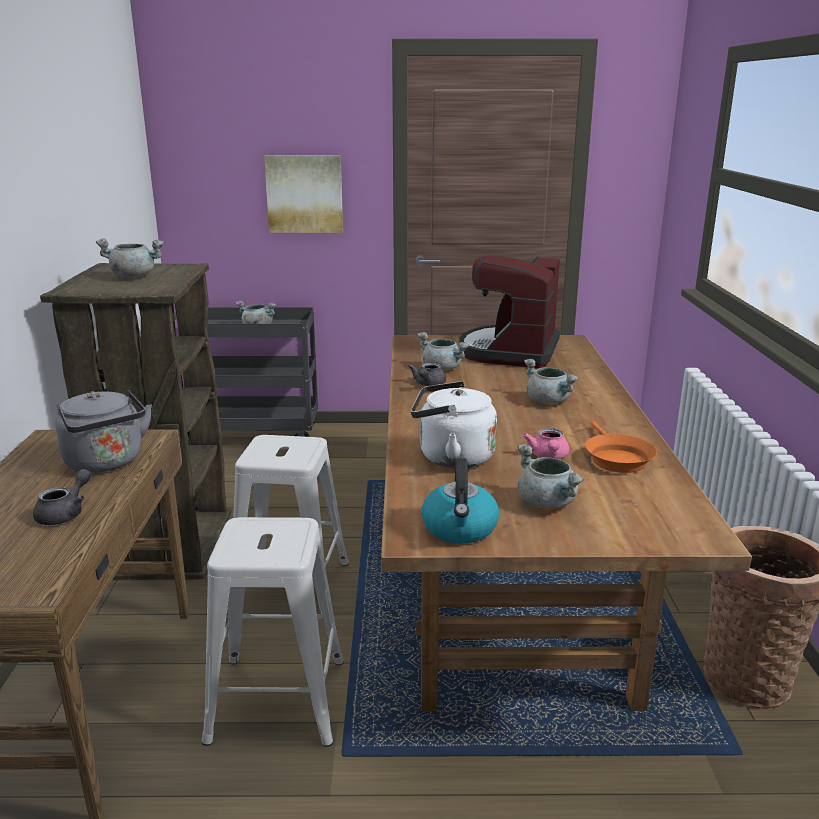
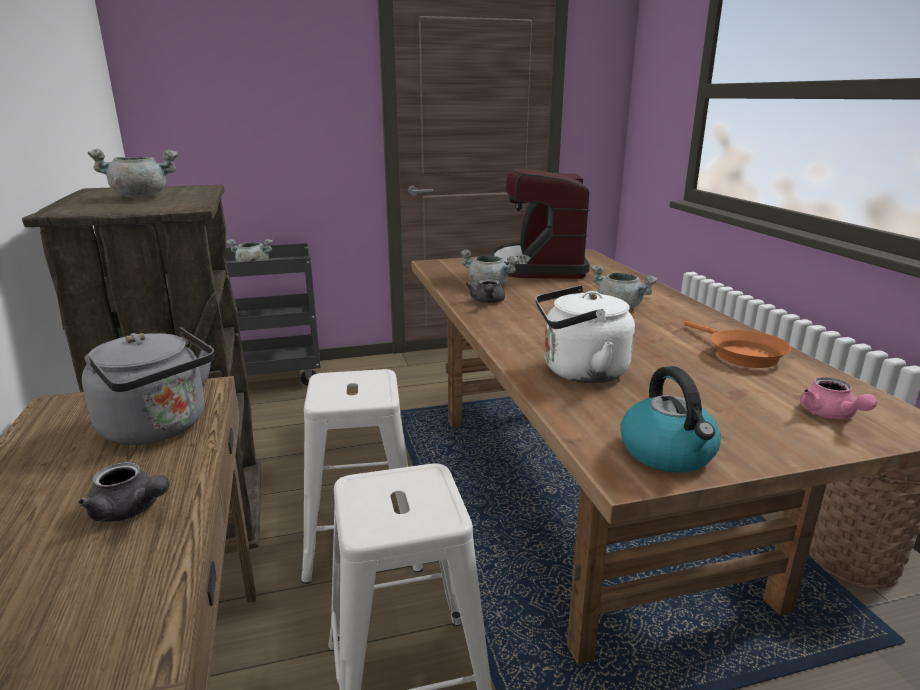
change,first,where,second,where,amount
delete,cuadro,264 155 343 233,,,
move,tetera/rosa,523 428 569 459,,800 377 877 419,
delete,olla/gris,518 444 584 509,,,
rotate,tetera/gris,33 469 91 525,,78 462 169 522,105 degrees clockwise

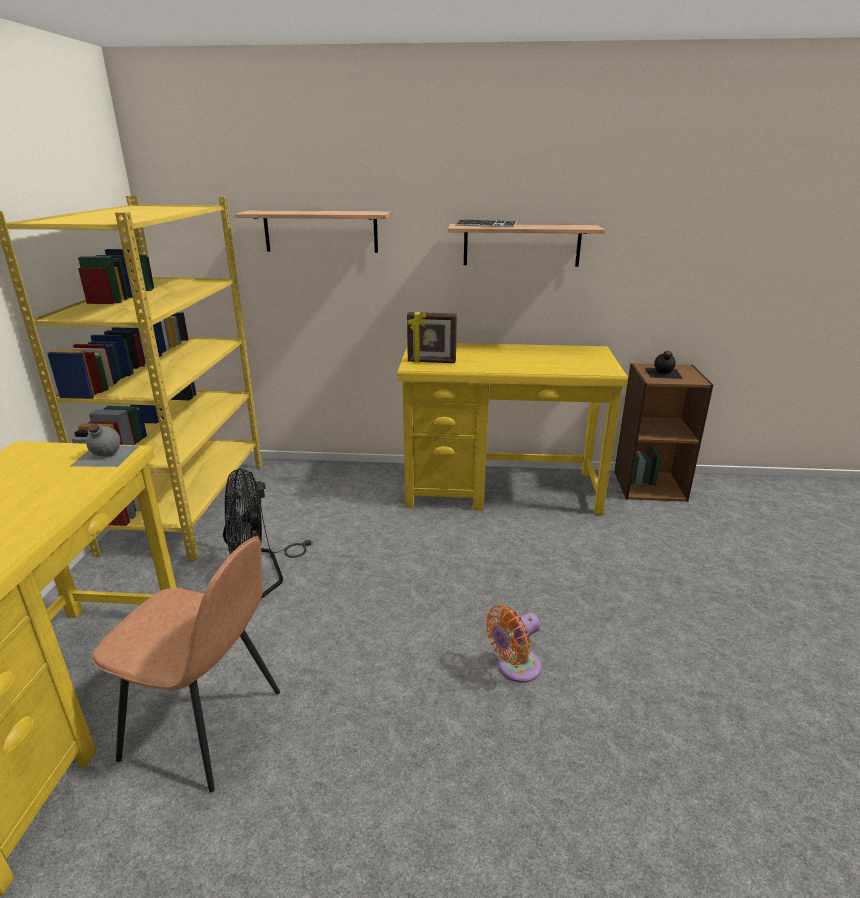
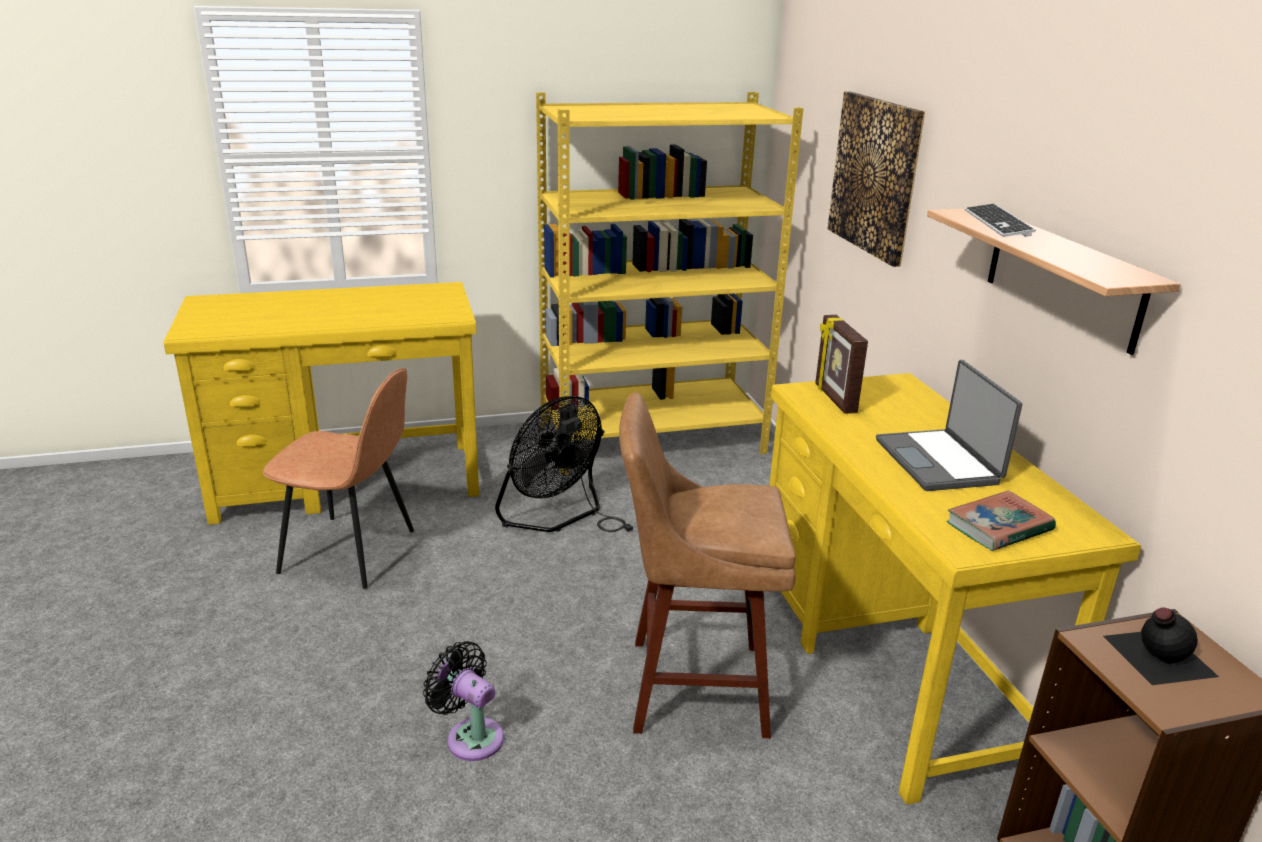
change,first,where,second,where,amount
replace,estante,235 211 391 253,cuadro,828 91 925 267,
delete,botella/gris,70 424 139 467,,,
rotate,silla/marrón,92 536 280 792,,263 368 414 589,75 degrees counterclockwise
recolor,ventilador/naranja,485 605 541 683,ventilador/negro,423 641 504 761,
insert,,,portátil,876 360 1022 491,
insert,,,taburete/marrón,619 393 796 738,
insert,,,libro,946 491 1056 551,

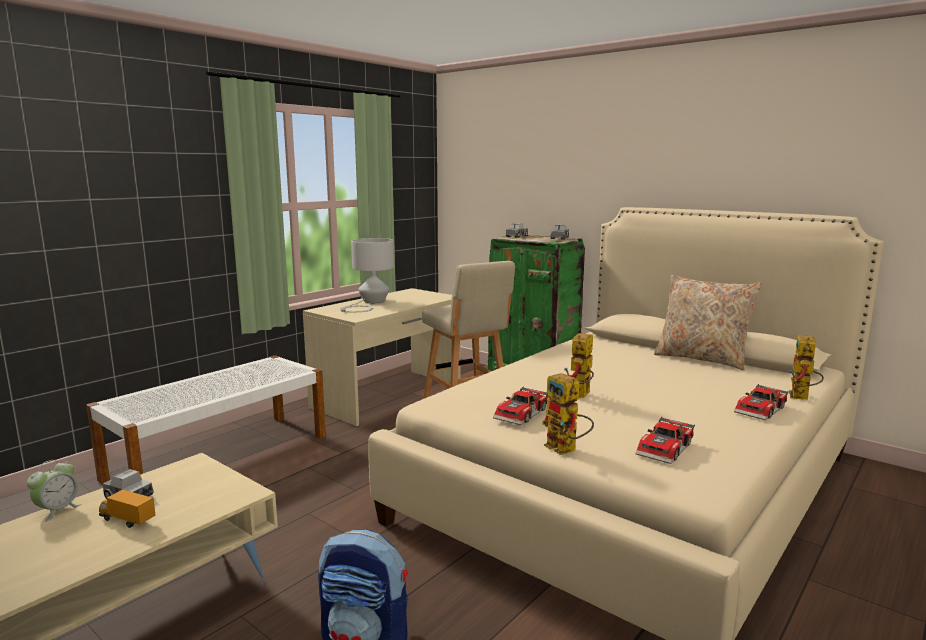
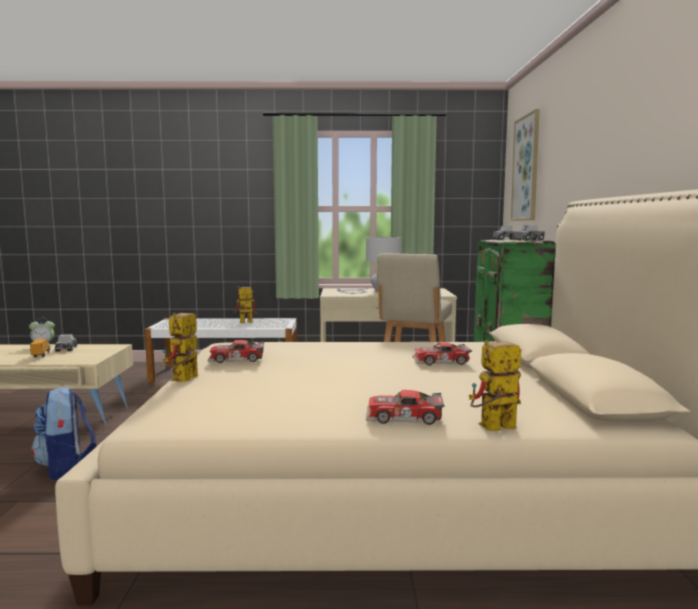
change,first,where,second,where,amount
delete,cojín/beis,654 275 762 370,,,
move,robot de juguete,564 333 594 398,,232 286 257 323,
move,coche de juguete,635 417 695 464,,412 342 472 365,
insert,,,cuadro,511 109 540 221,

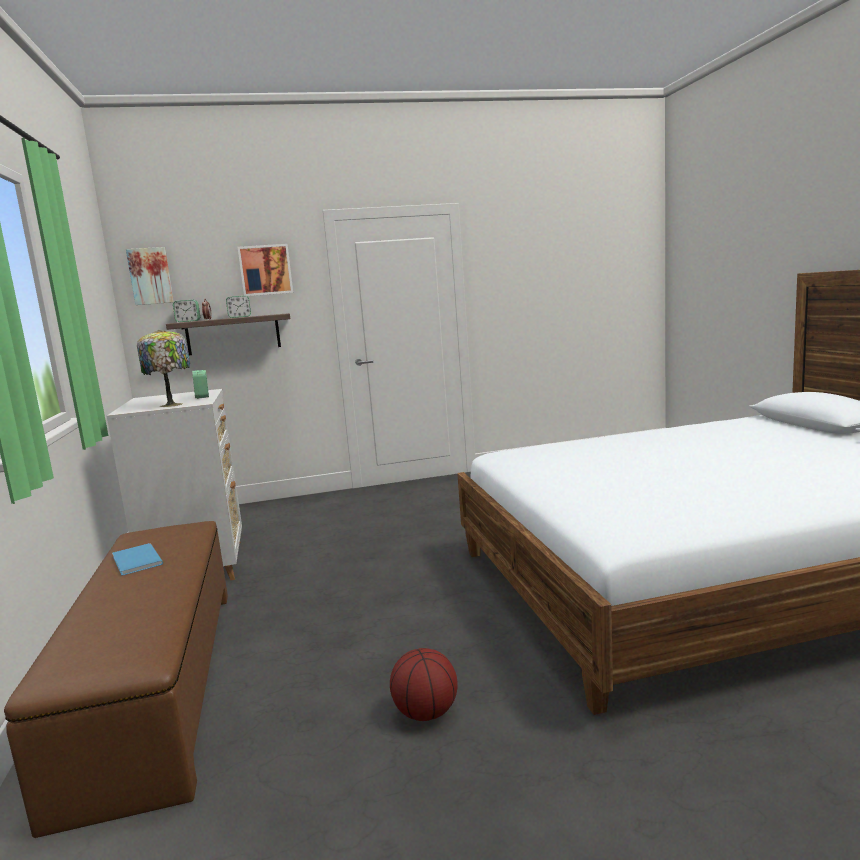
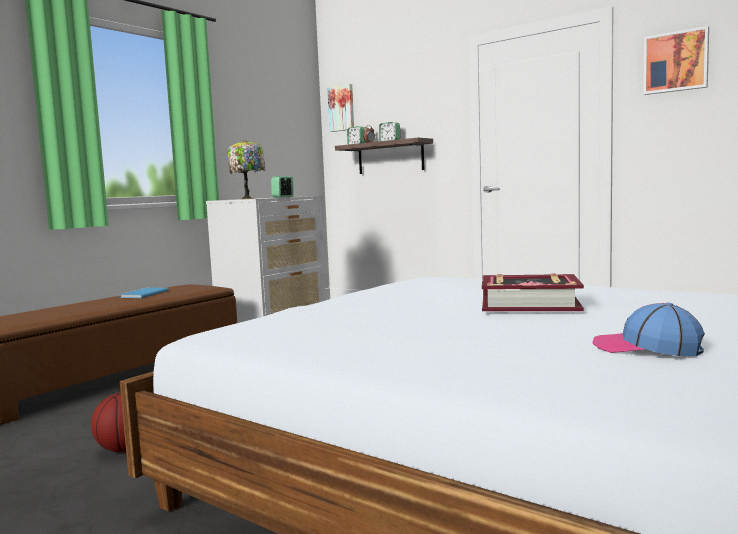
change,first,where,second,where,amount
move,cuadro,238 244 293 296,,643 26 709 95,
insert,,,libro,482 273 584 311,
insert,,,gorra,592 303 705 356,

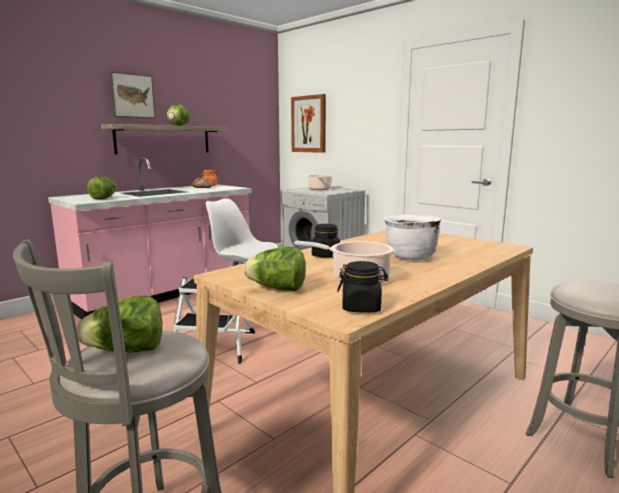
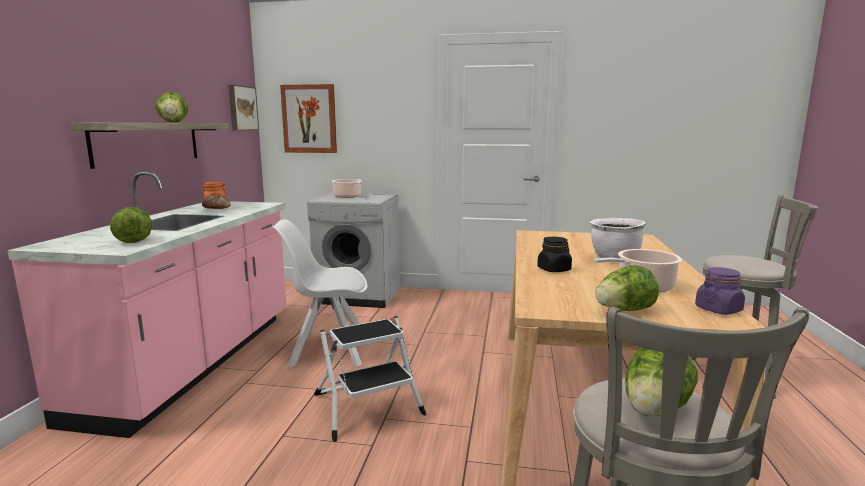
change,first,where,second,where,amount
move,cuadro,109 72 155 118,,228 85 259 131,
recolor,tarro/negro,337 261 388 313,tarro/morado,695 267 745 315,

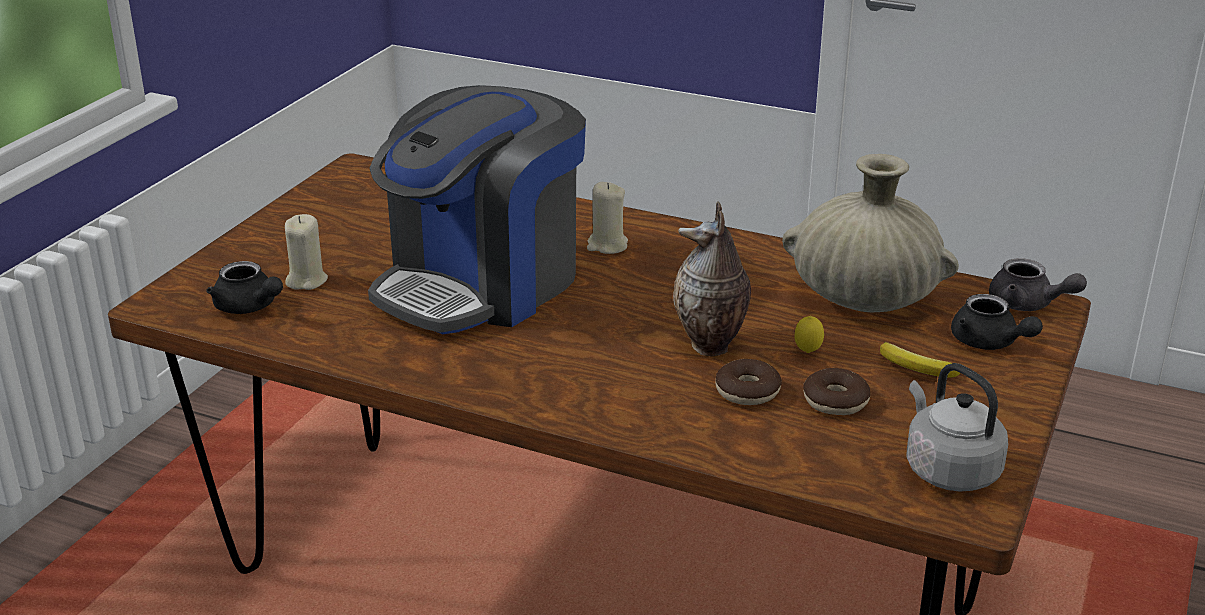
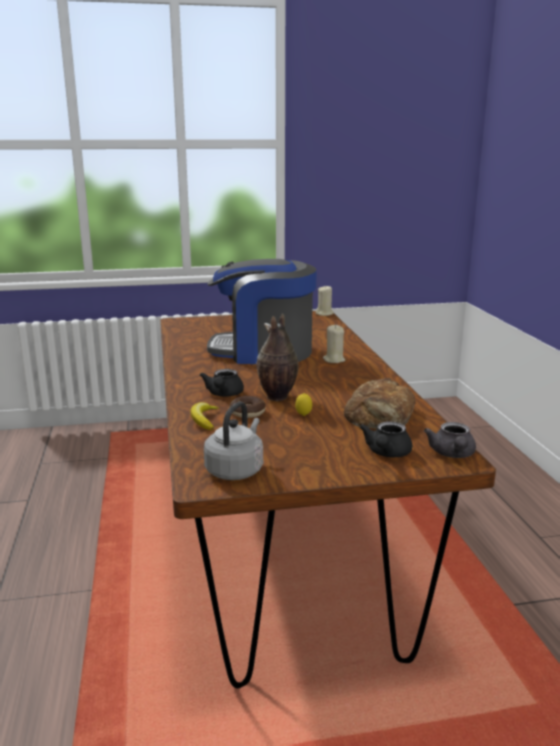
change,first,where,second,where,amount
replace,florero/beis,782 154 959 312,pan,344 378 416 429,
move,vela/beis,285 214 328 290,,316 285 334 316,
move,tetera/negro,206 261 283 314,,200 369 244 397,
move,plátano,880 342 960 378,,191 402 219 430,
delete,rosquilla,803 368 870 415,,,

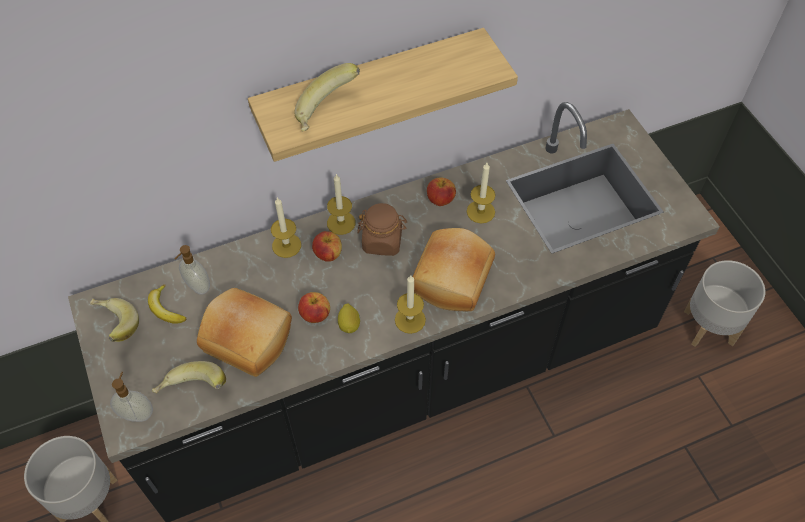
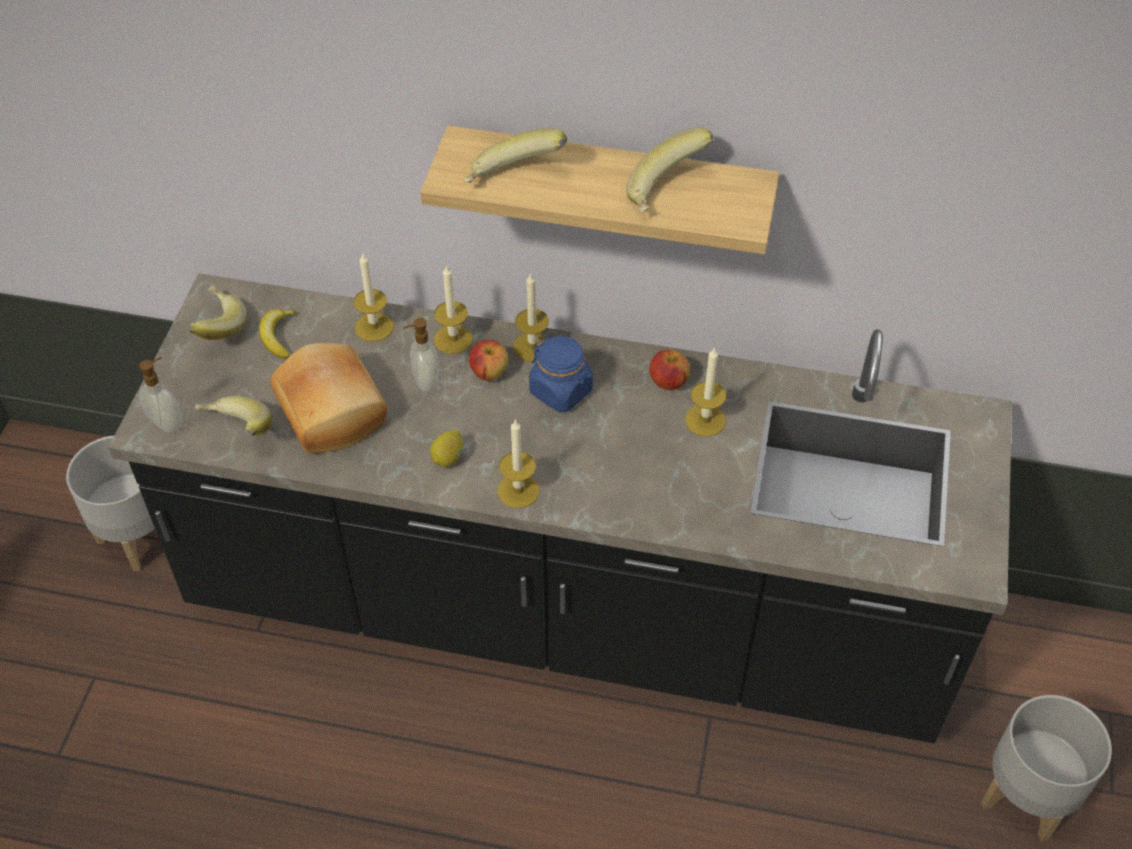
change,first,where,second,where,amount
recolor,tarro/marrón,357 203 408 256,tarro/azul,529 336 593 412,
delete,pan,413 228 495 311,,,
move,dispensador de jabón,175 245 210 295,,403 318 439 393,
delete,manzana,298 292 330 323,,,
insert,,,plátano,626 128 714 213,
insert,,,vela,353 252 394 342,

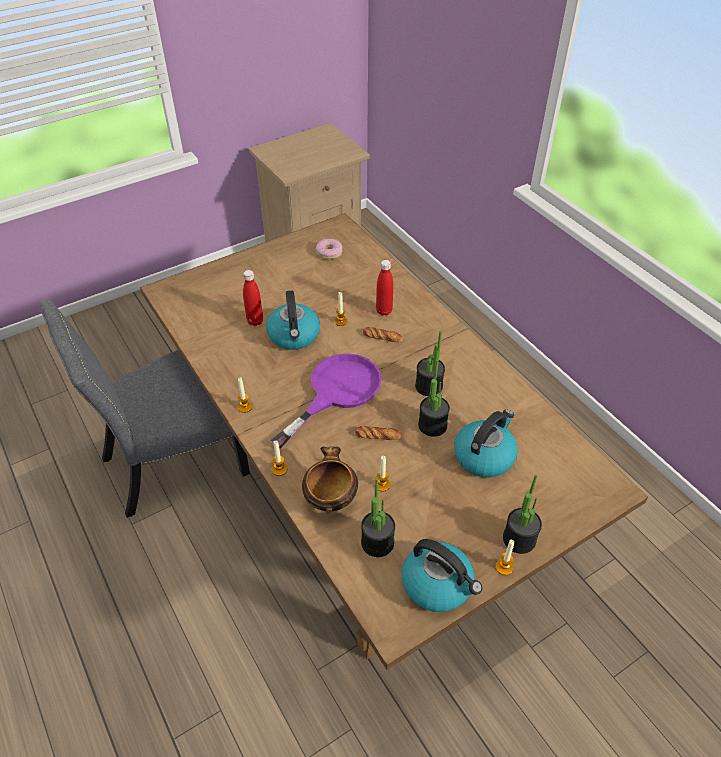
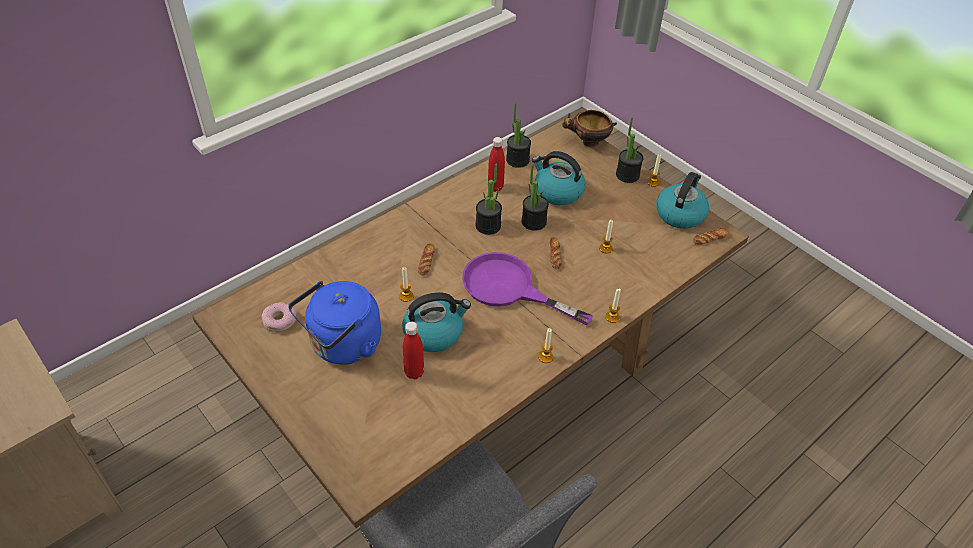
change,first,where,second,where,amount
move,botella/rojo,376 260 393 316,,488 137 505 192,
move,cuenco,302 447 358 514,,562 110 617 147,
move,planta en maceta,361 478 395 557,,506 103 531 168,
insert,,,pan,693 228 730 245,
insert,,,hervidor/azul,288 281 381 365,

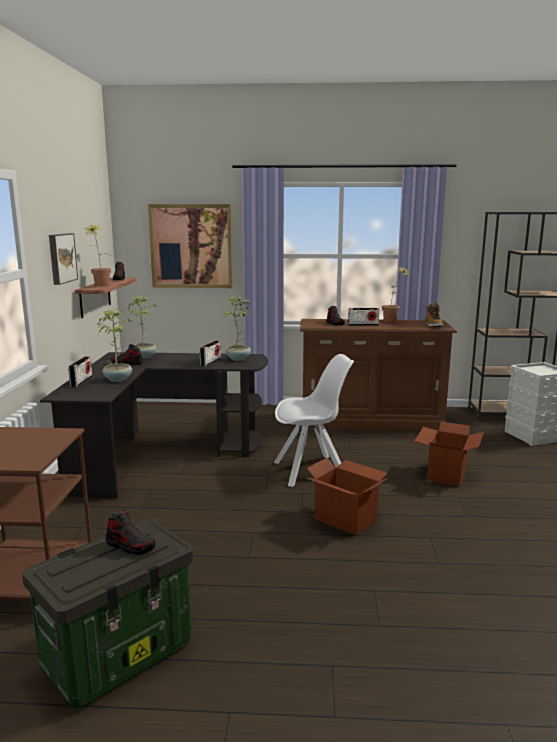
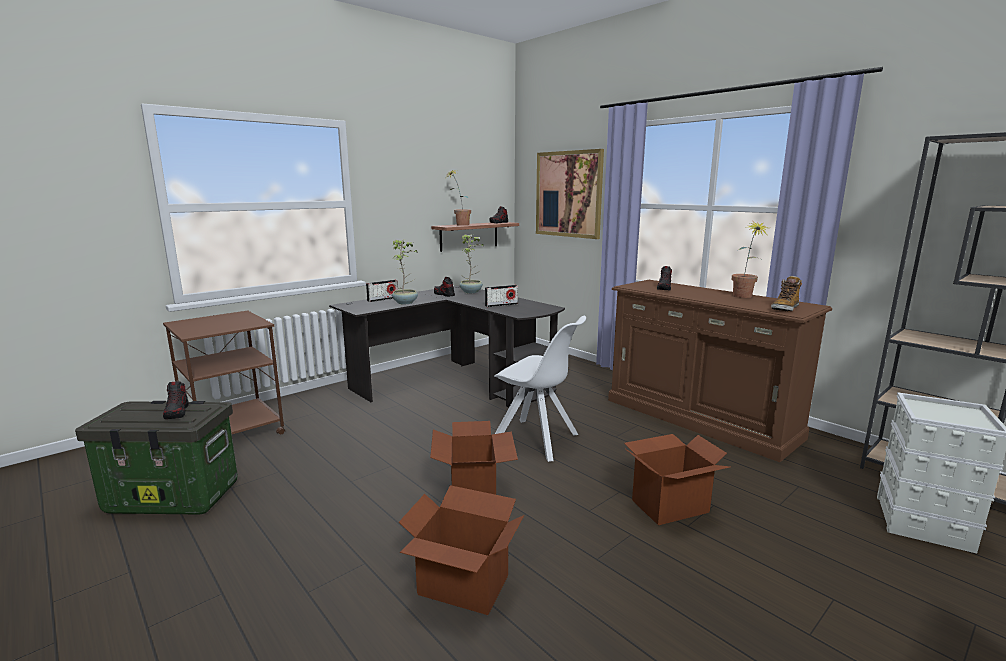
change,first,where,second,where,amount
delete,cuadro,49 233 78 285,,,
delete,planta en maceta,225 297 251 361,,,
delete,radio,348 308 380 326,,,
insert,,,caja de cartón,399 485 524 615,

